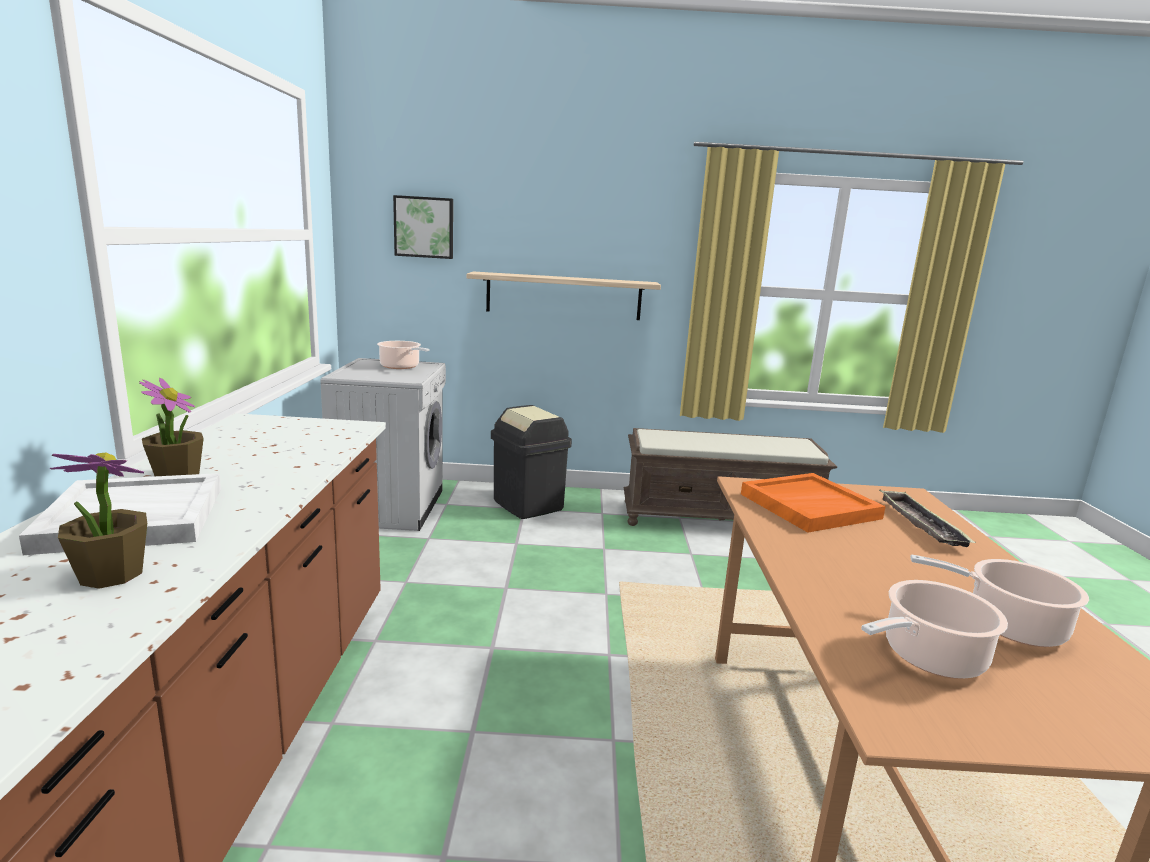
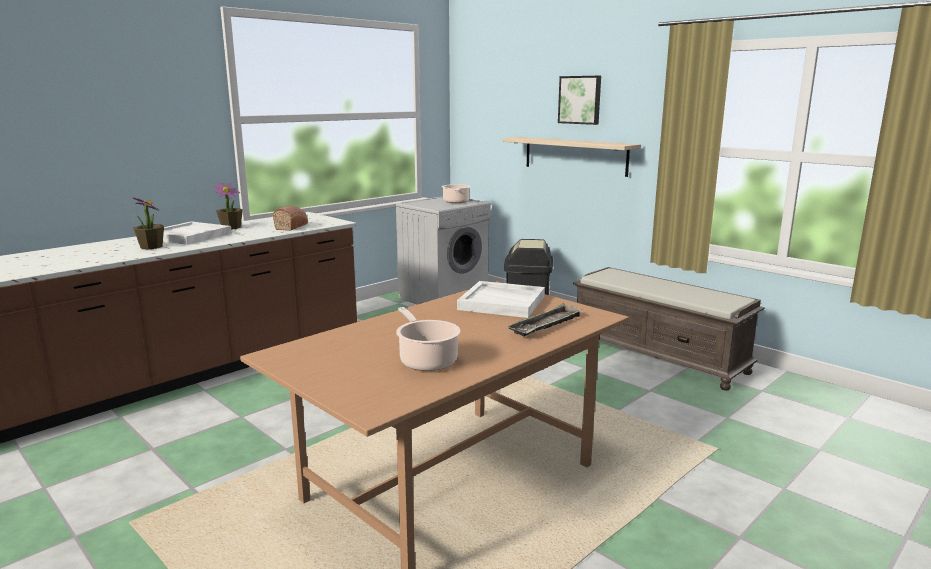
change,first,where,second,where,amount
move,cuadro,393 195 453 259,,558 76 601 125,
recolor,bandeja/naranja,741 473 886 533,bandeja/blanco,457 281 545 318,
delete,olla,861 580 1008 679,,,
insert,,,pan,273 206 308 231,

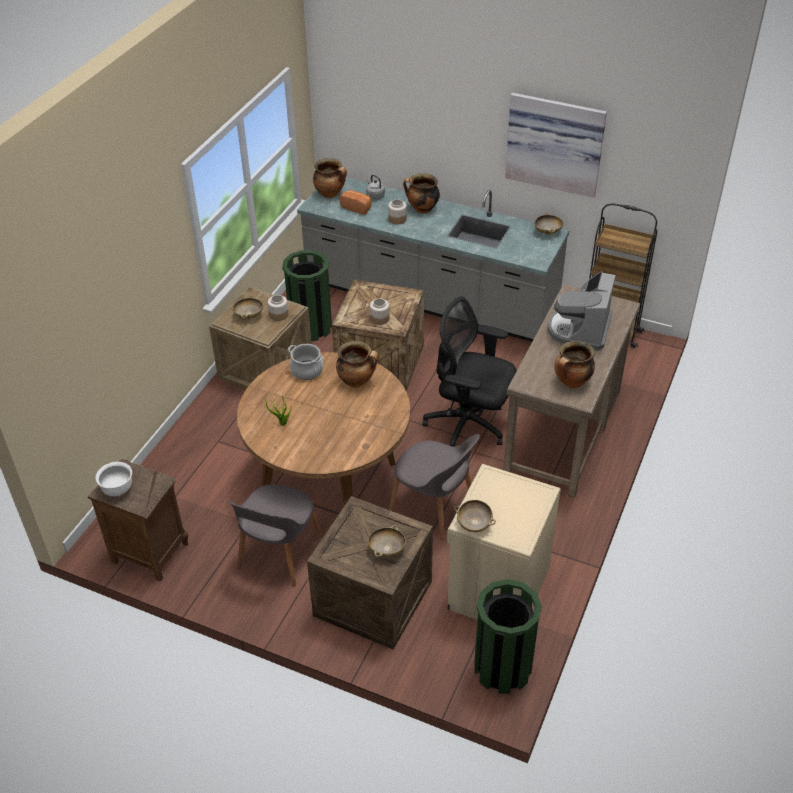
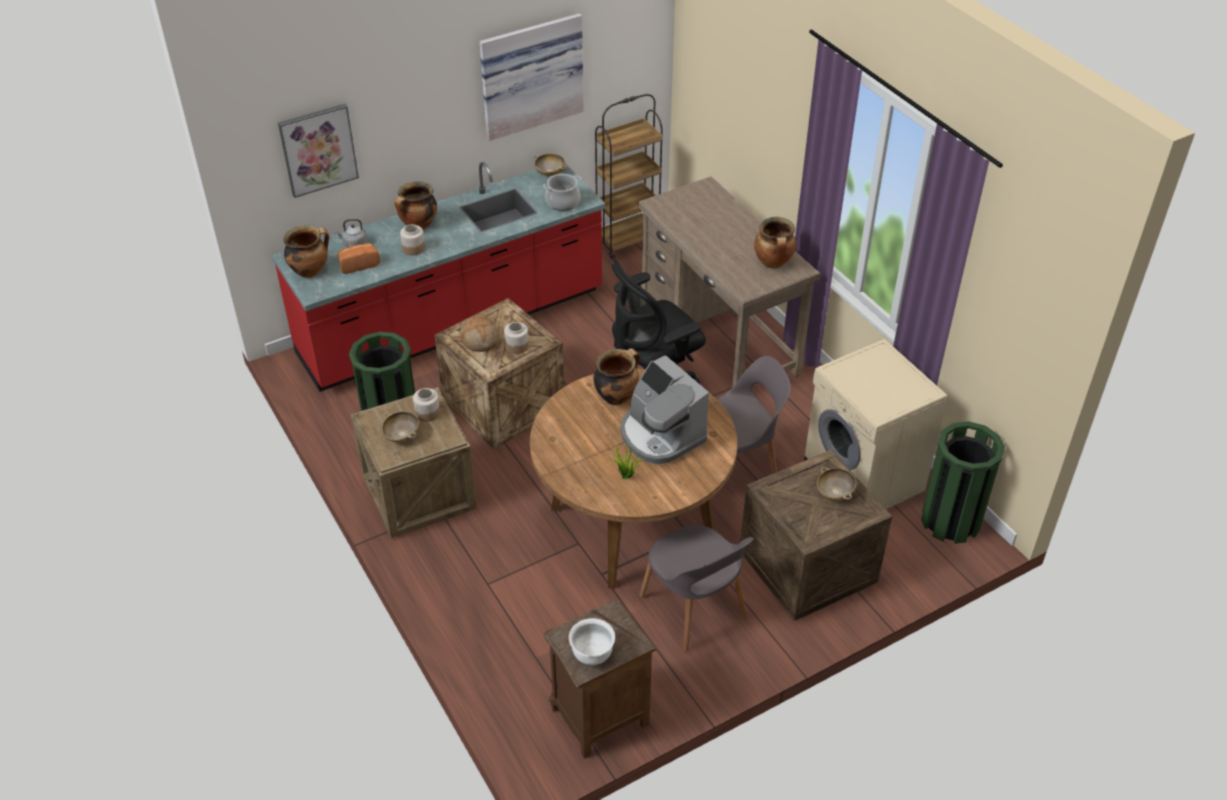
change,first,where,second,where,amount
recolor,mueble bajo de cocina/gris,297 178 569 342,mueble bajo de cocina/rojo,272 162 605 392,
move,cafetera,548 271 615 351,,620 355 709 465,
move,olla,288 344 323 380,,543 174 582 211,
delete,cuenco/beis,454 500 496 532,,,
insert,,,cuadro,278 104 359 198,
insert,,,pan,460 315 500 352,

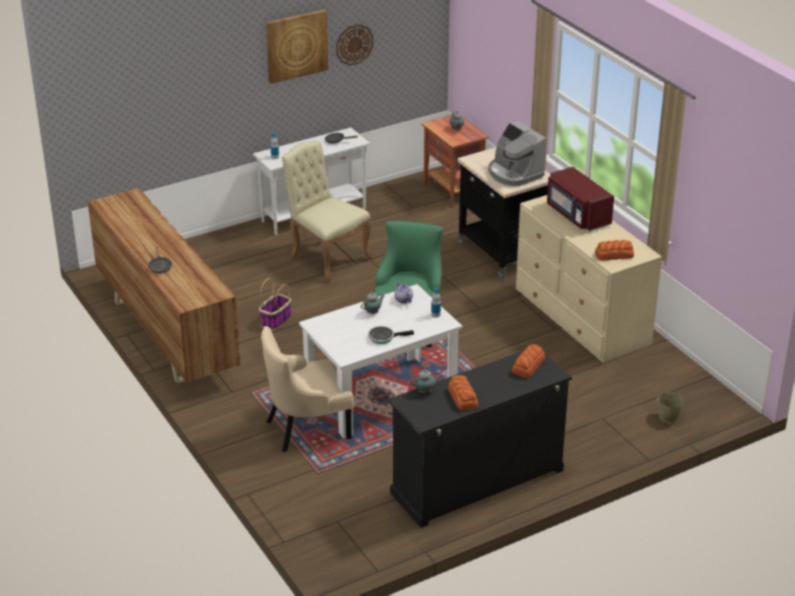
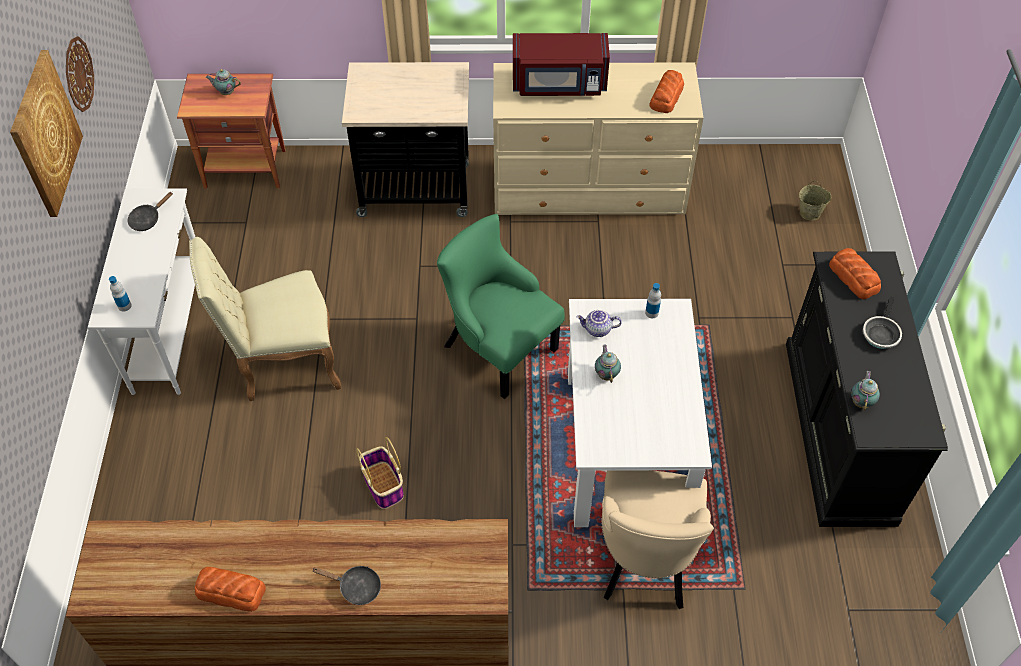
change,first,where,second,where,amount
delete,cafetera,488 121 546 186,,,
move,sartén,368 326 414 344,,863 297 902 349,
move,pan,448 375 478 411,,195 567 266 612,

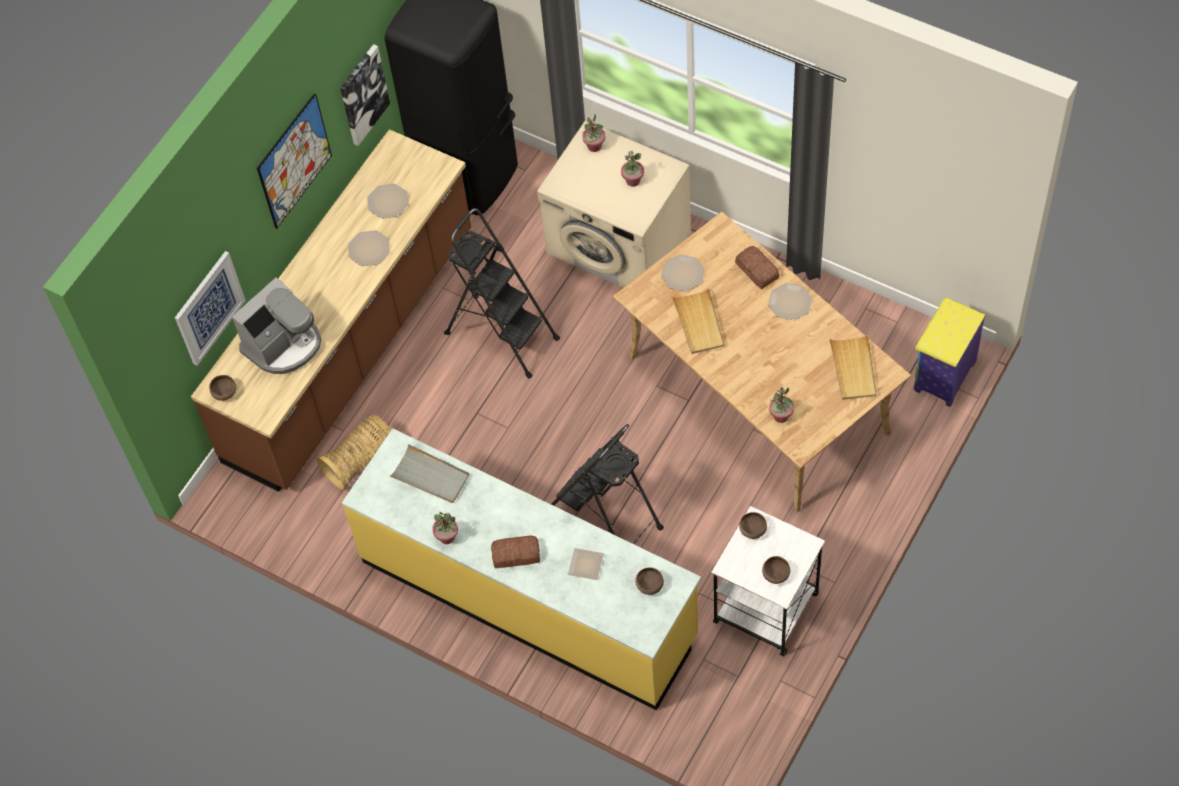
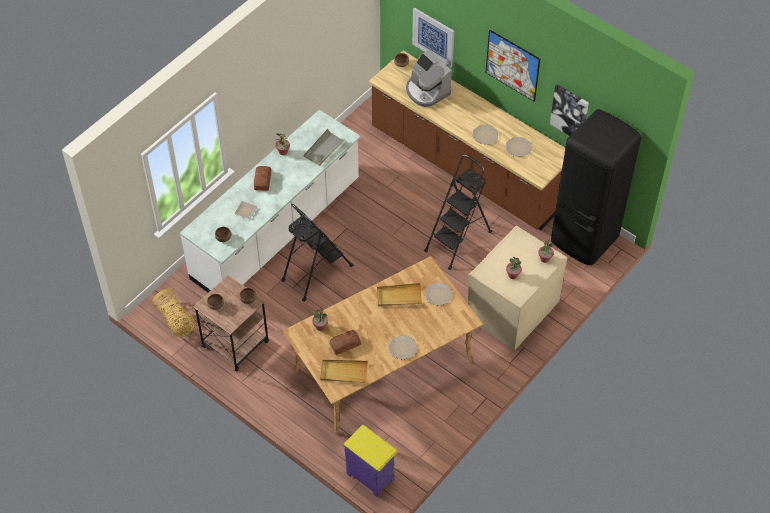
change,first,where,second,where,amount
move,pan,735 246 780 289,,329 330 361 355,
move,cesta,317 415 391 490,,152 288 195 337,
recolor,mueble bajo de cocina/amarillo,342 429 701 711,mueble bajo de cocina/blanco,180 110 361 293,
recolor,carrito/blanco,711 506 825 656,carrito/marrón,193 275 269 371,

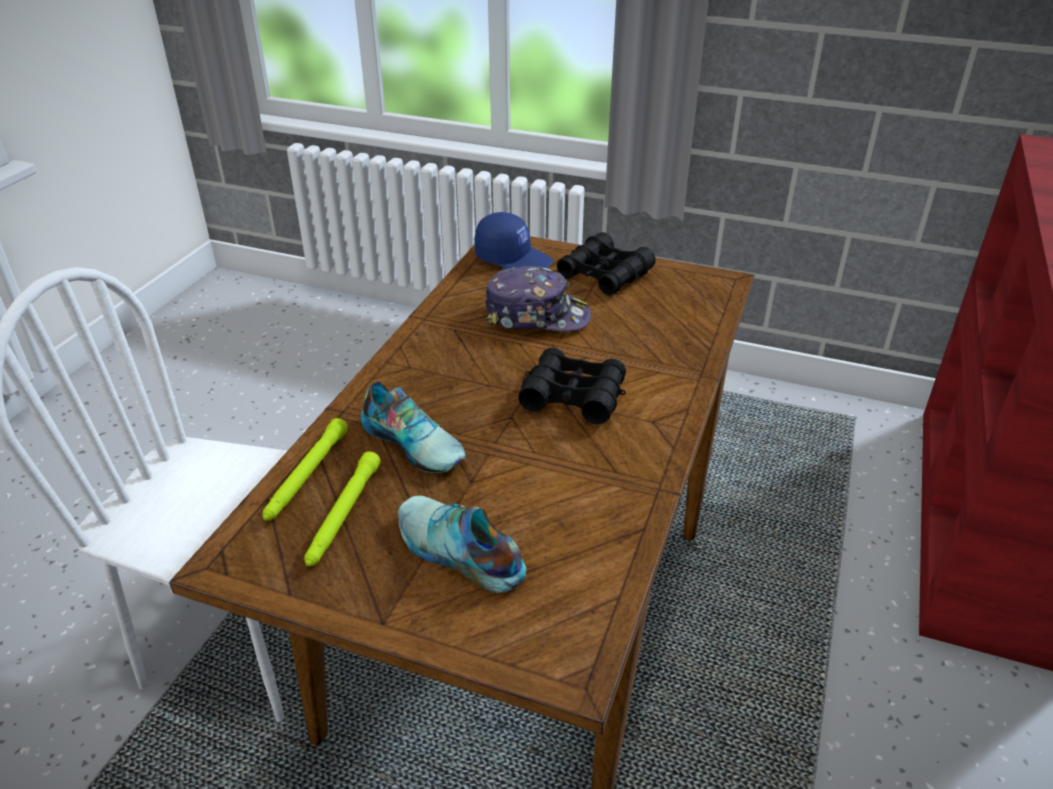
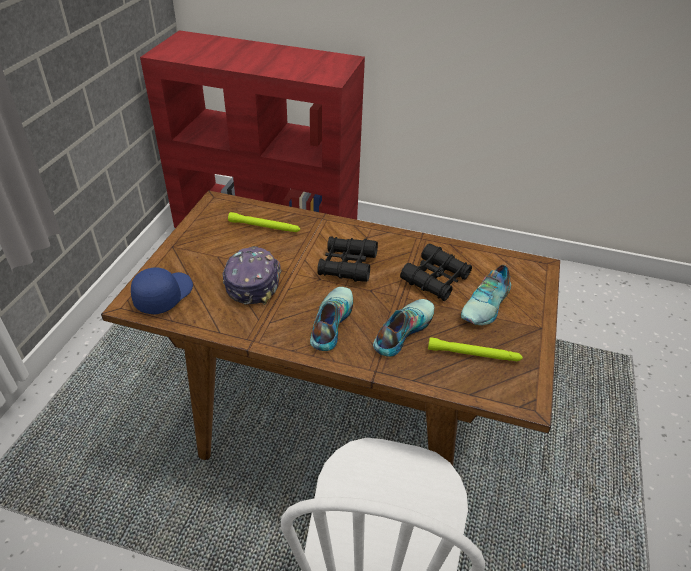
change,first,where,second,where,amount
move,prismáticos/negro,557 232 656 295,,400 243 472 301,
move,linterna/verde,262 418 348 521,,228 212 300 232,
insert,,,zapato,310 287 353 351,

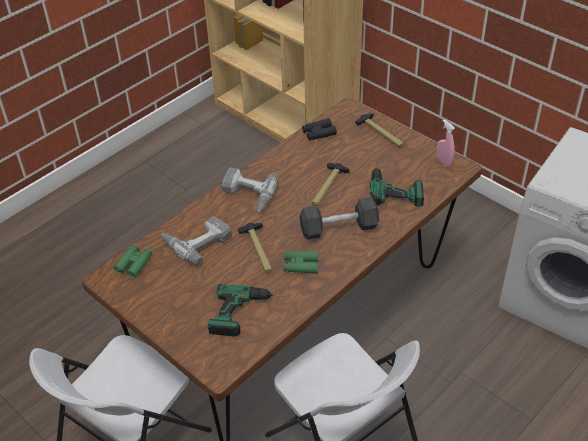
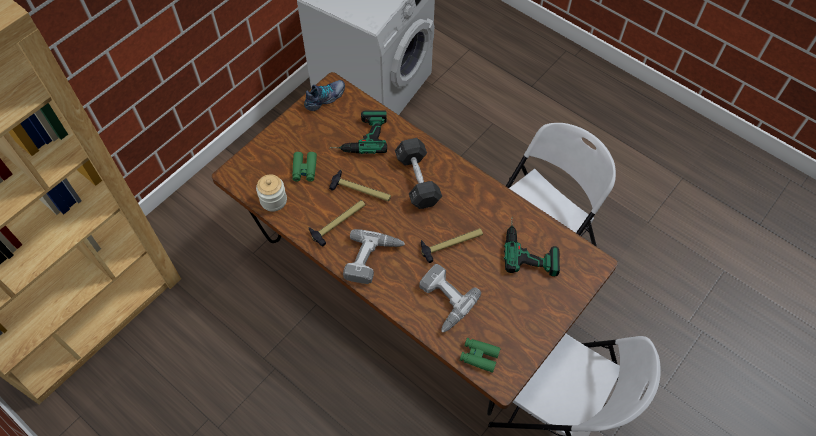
change,first,where,second,where,amount
move,martillo,355 113 404 147,,308 200 365 246,
replace,prismáticos/negro,302 118 337 141,tarro,256 174 287 212,
replace,pulverizador/rosa,436 120 455 167,zapato,304 80 345 111,
move,prismáticos/verde,283 251 318 273,,292 152 317 182,

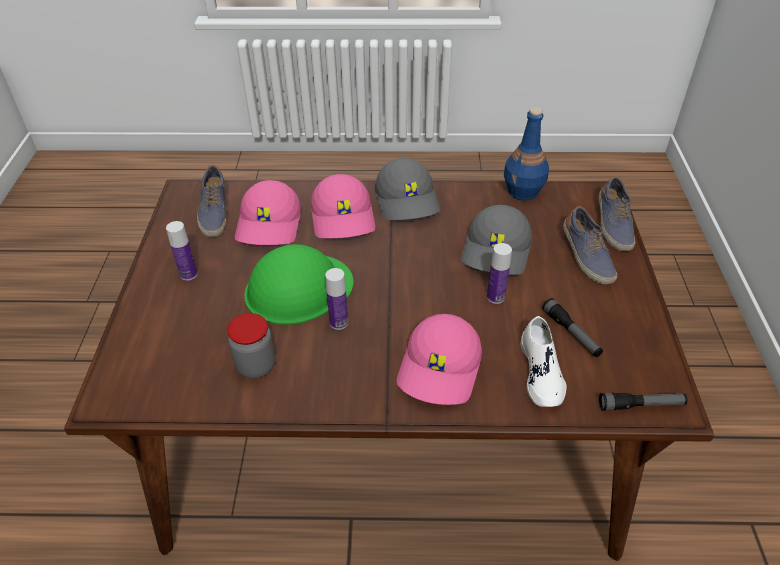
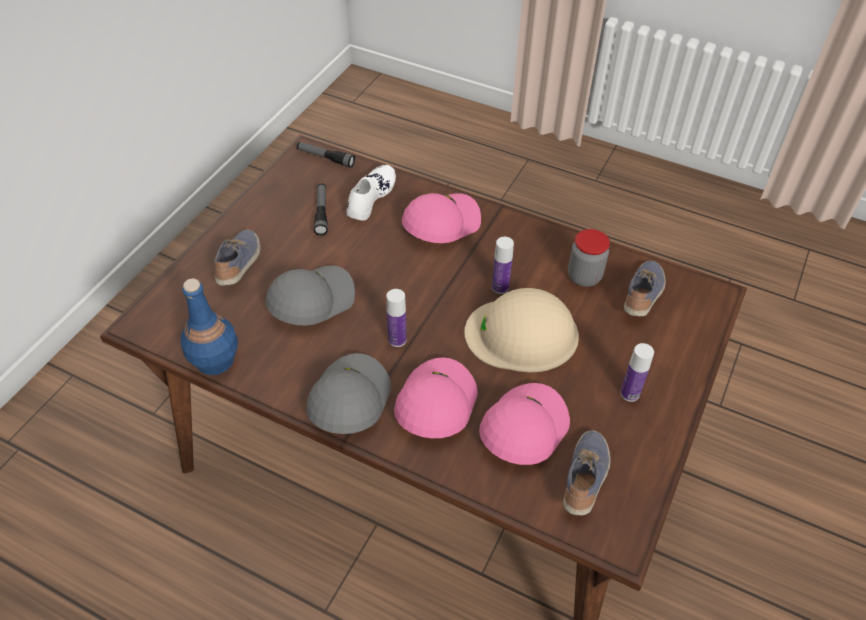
change,first,where,second,where,amount
move,zapato,599 176 635 251,,624 261 666 316,
move,botella,487 243 512 304,,386 289 407 347,
recolor,casco/verde,244 244 353 325,casco/beis,464 288 579 372,

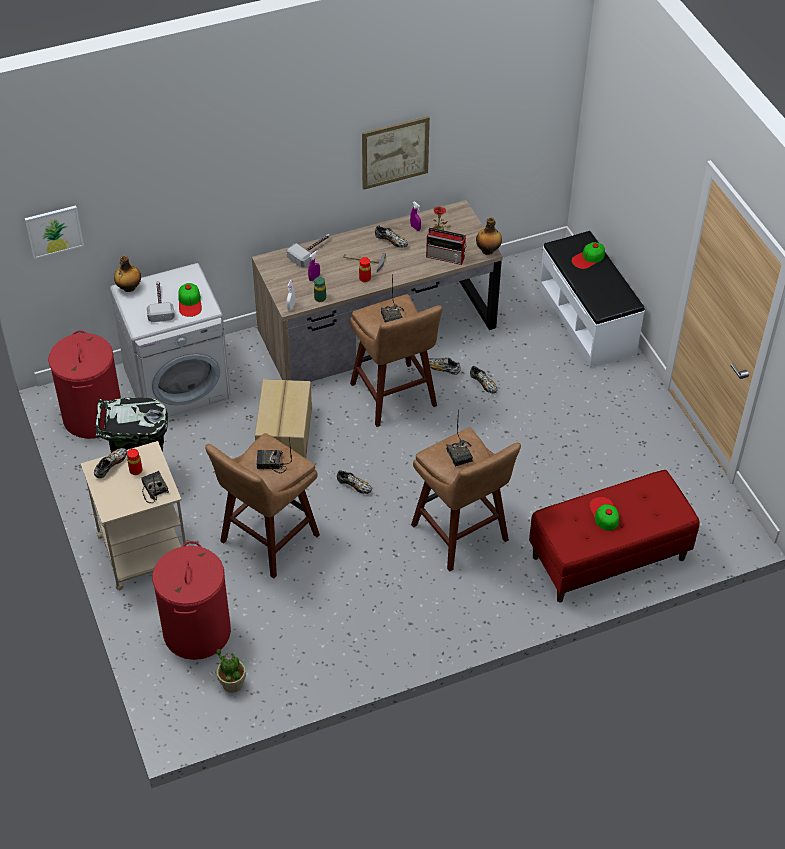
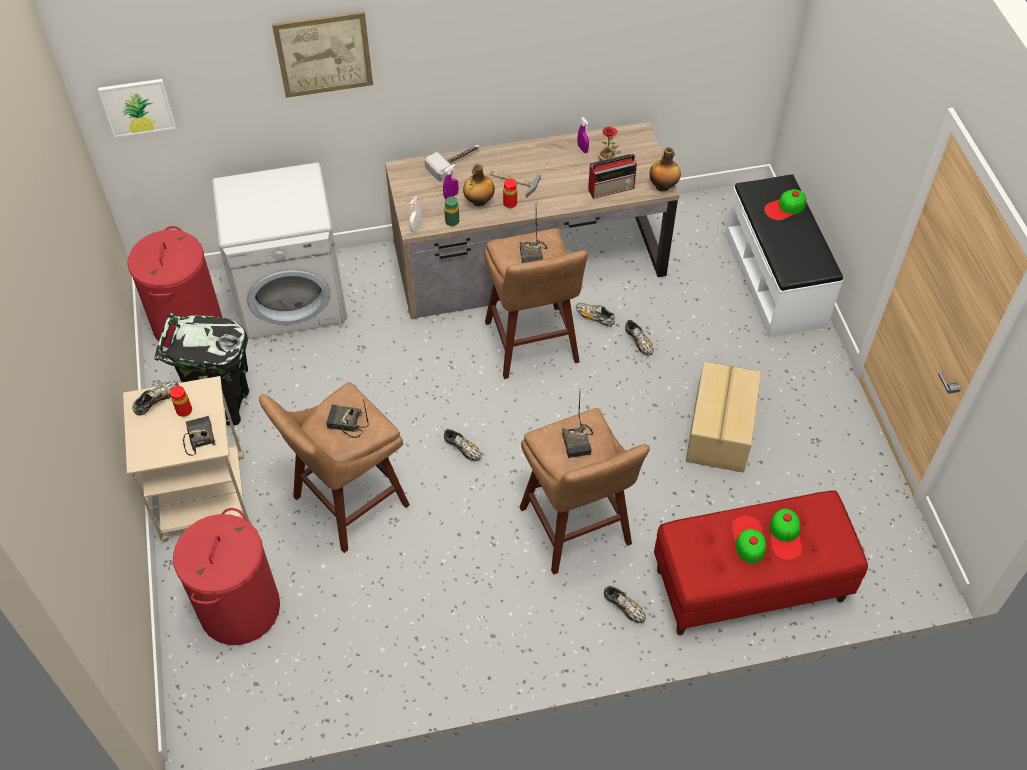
change,first,where,second,where,amount
move,cuadro,362 116 430 190,,272 11 373 98,
move,zapato,375 225 408 248,,604 586 646 623,
rotate,radio,426 228 467 265,,588 154 637 199,45 degrees counterclockwise
move,botella,114 255 141 292,,463 164 495 206,
delete,martillo,147 281 175 322,,,
move,gorra,178 283 202 317,,770 508 802 560,
move,caja de cartón,255 379 312 458,,686 361 761 472,
delete,planta en maceta,216 649 246 693,,,

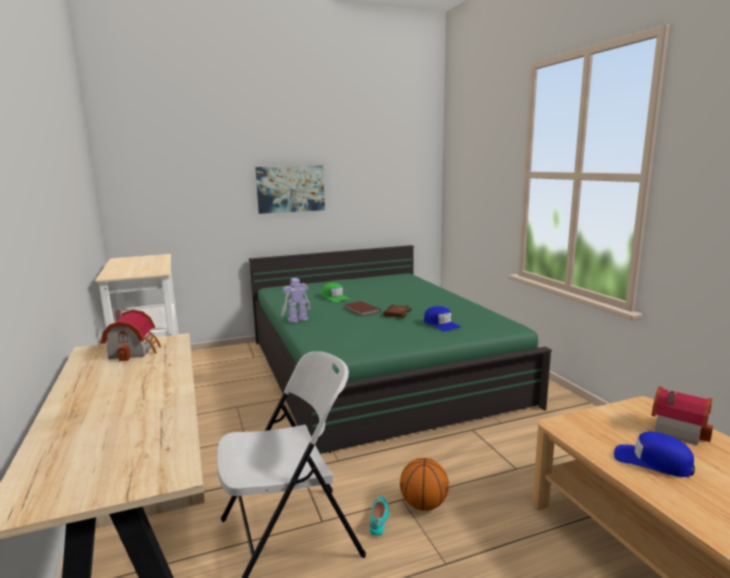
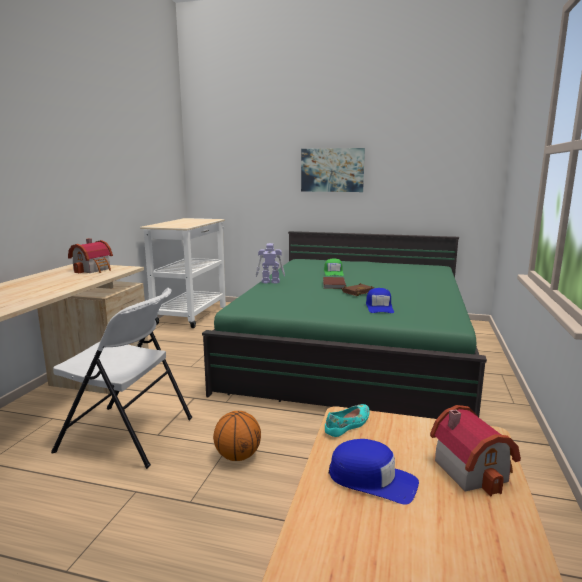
change,first,where,second,where,amount
rotate,gorra/azul,614 431 695 477,,329 439 419 505,135 degrees clockwise
move,zapato/turquesa,370 496 389 535,,325 404 370 437,

